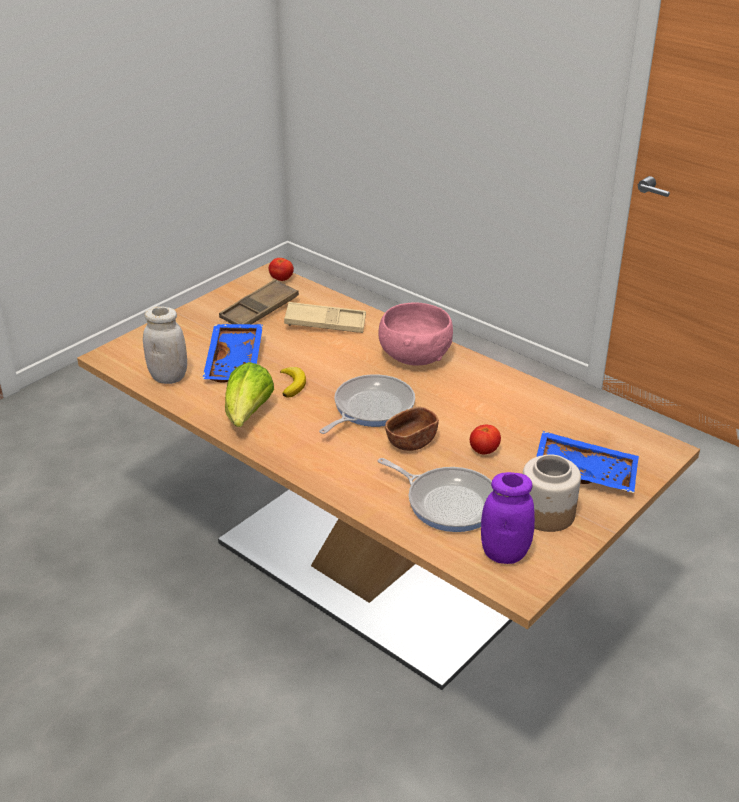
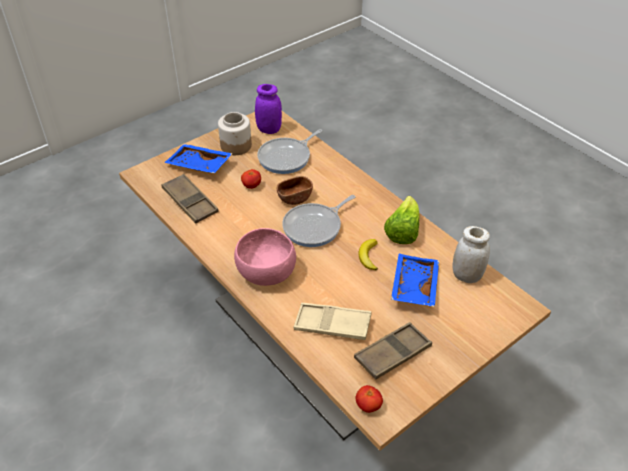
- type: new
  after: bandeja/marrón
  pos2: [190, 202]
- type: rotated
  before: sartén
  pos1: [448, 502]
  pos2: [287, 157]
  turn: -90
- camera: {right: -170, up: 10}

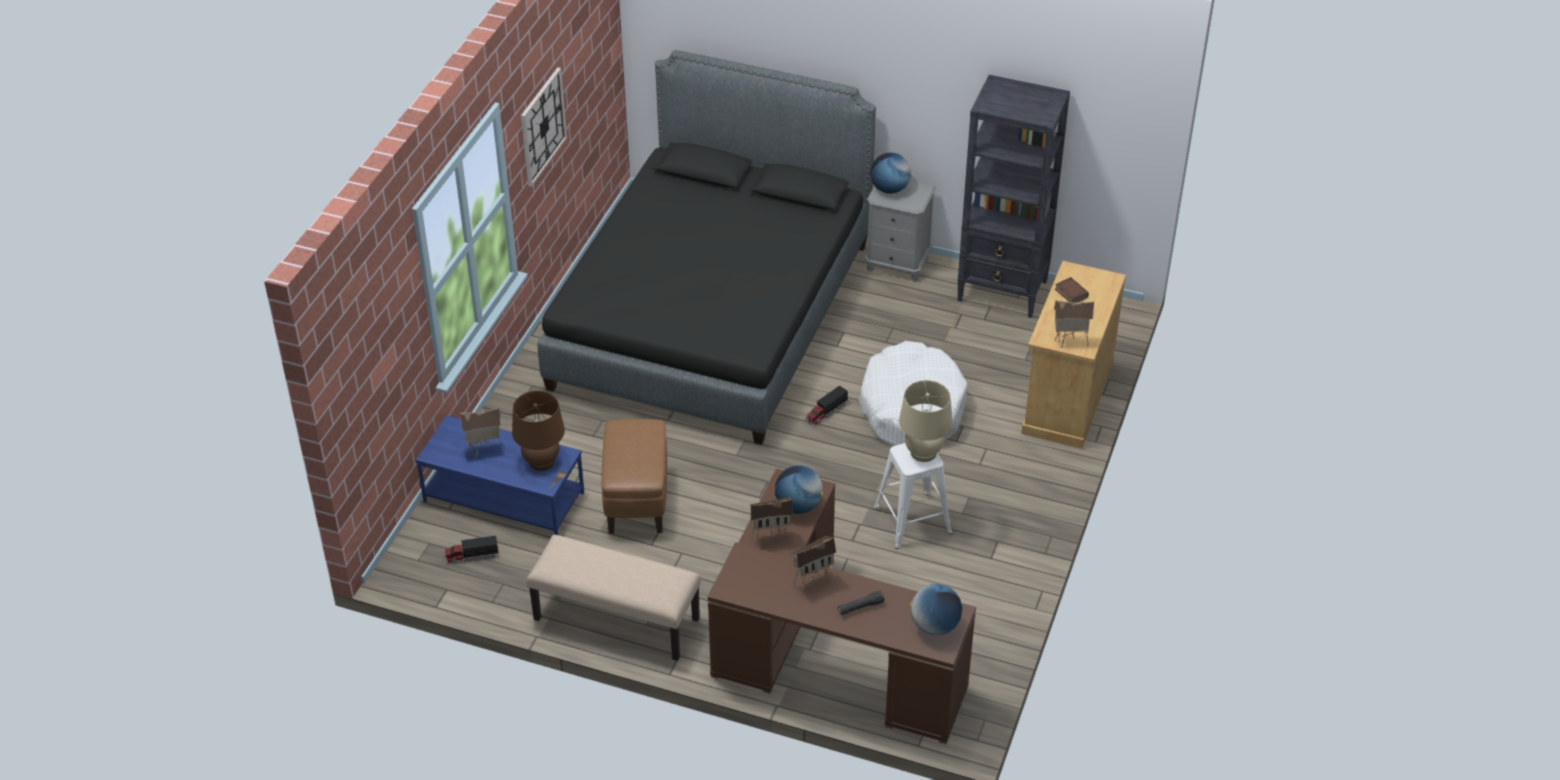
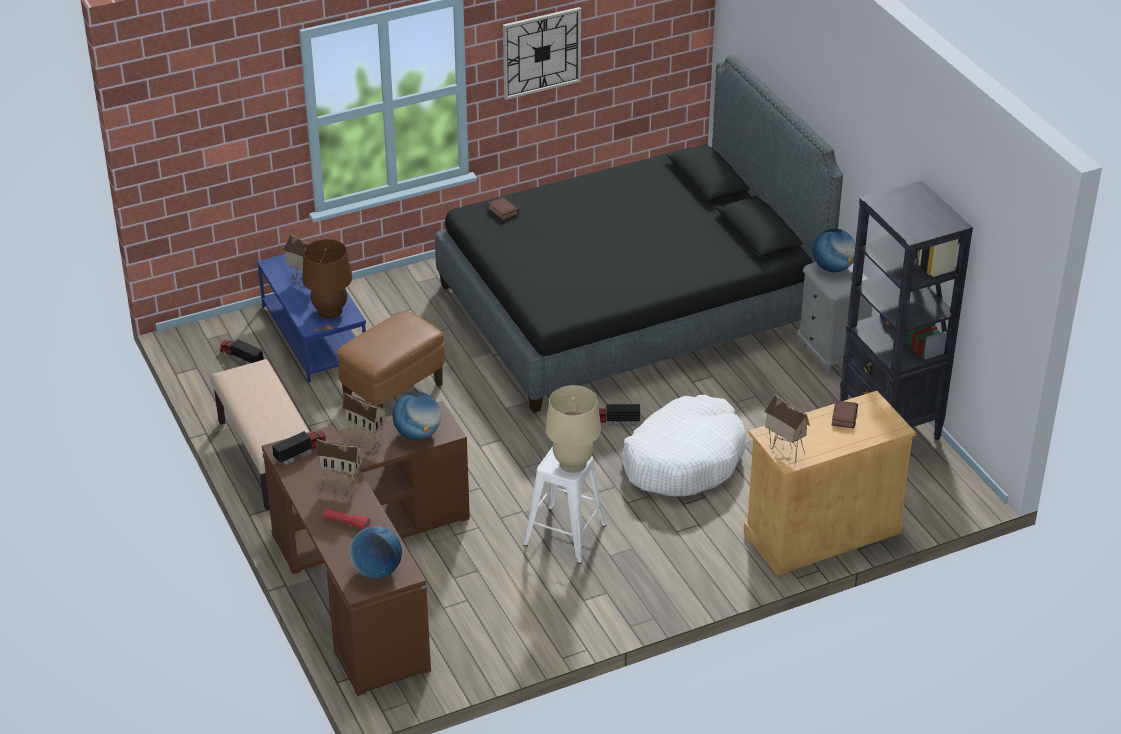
- type: new
  after: camión de juguete
  pos2: [301, 452]
- type: new
  after: libro
  pos2: [502, 211]
- type: repainted
  before: linterna/negro
  after: linterna/rojo
  pos1: [860, 607]
  pos2: [346, 523]
- camera: {right: 45, up: -5}

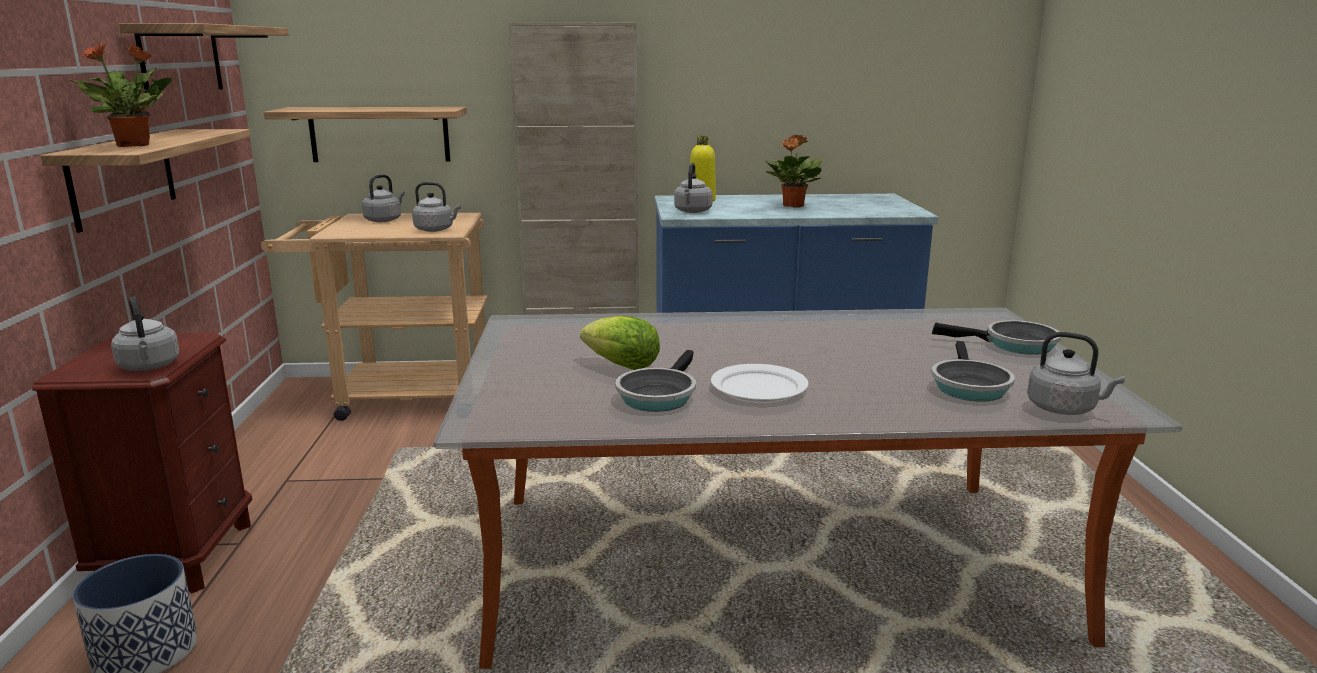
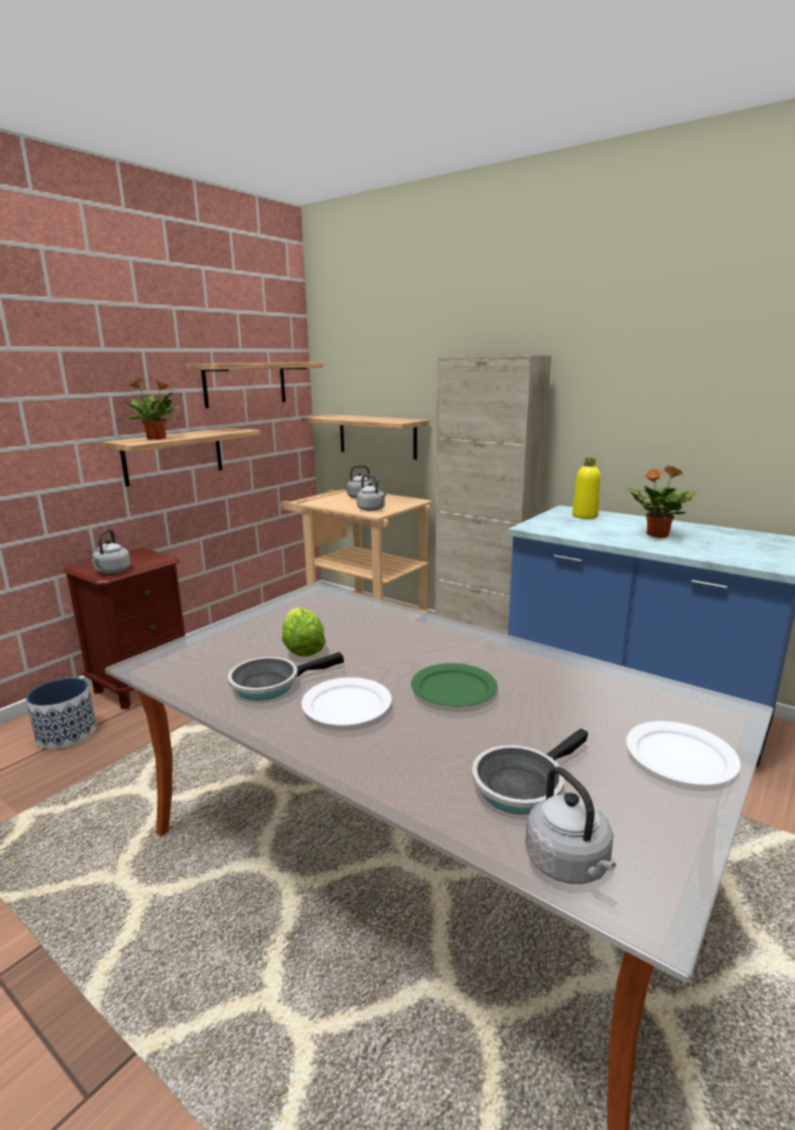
- type: gone
  before: hervidor/gris
  pos1: [692, 211]
- type: new
  after: plato/verde
  pos2: [454, 688]
- type: swapped
  before: sartén
  after: plato/blanco
  pos1: [1014, 345]
  pos2: [680, 757]
- camera: {right: 40, up: 0}

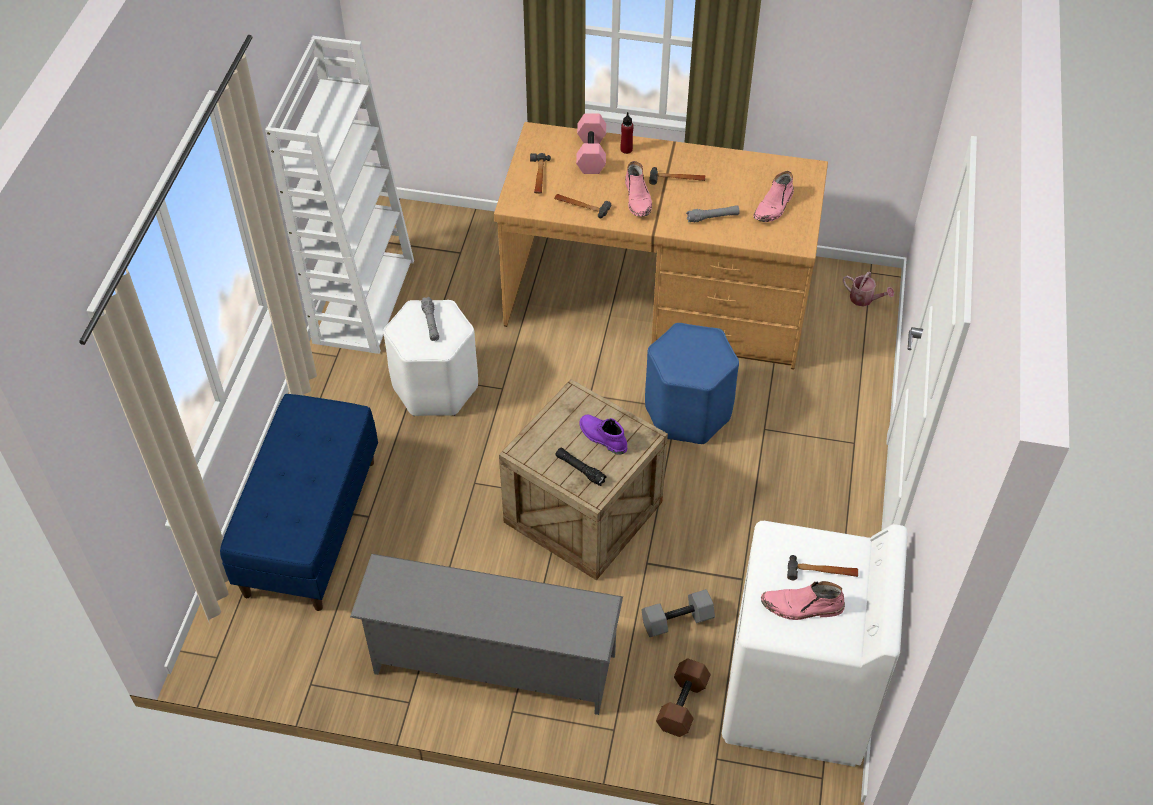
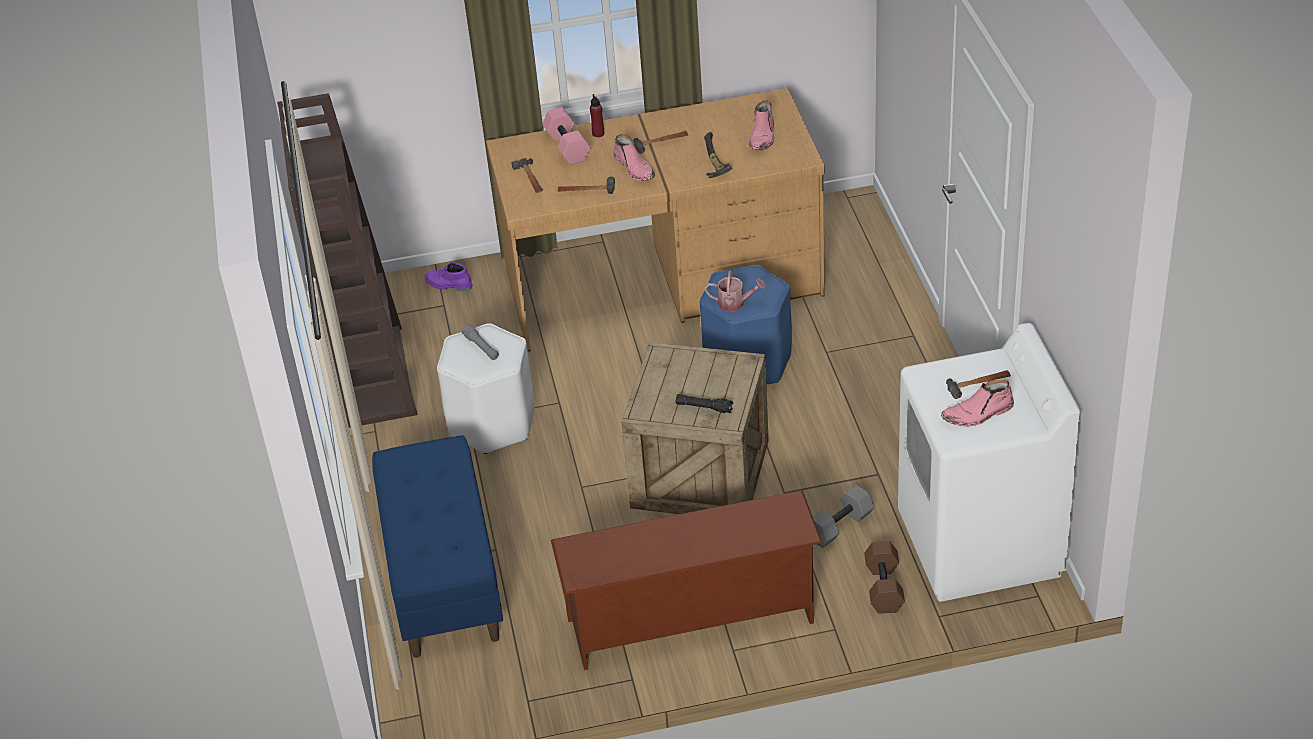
- type: shifted
  before: bota/morado
  pos1: [602, 438]
  pos2: [448, 284]
- type: shifted
  before: regadera
  pos1: [864, 299]
  pos2: [735, 303]
- type: swapped
  before: linterna/gris
  after: martillo
  pos1: [712, 217]
  pos2: [713, 162]
- type: repainted
  before: estantería/blanco
  after: estantería/marrón
  pos1: [363, 300]
  pos2: [371, 375]
- type: repainted
  before: zapatero/gris
  after: zapatero/marrón
  pos1: [491, 665]
  pos2: [691, 622]
- camera: {right: -20, up: -10}

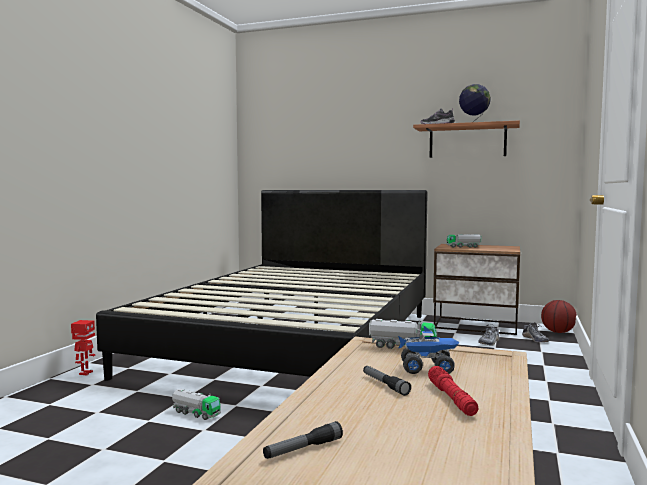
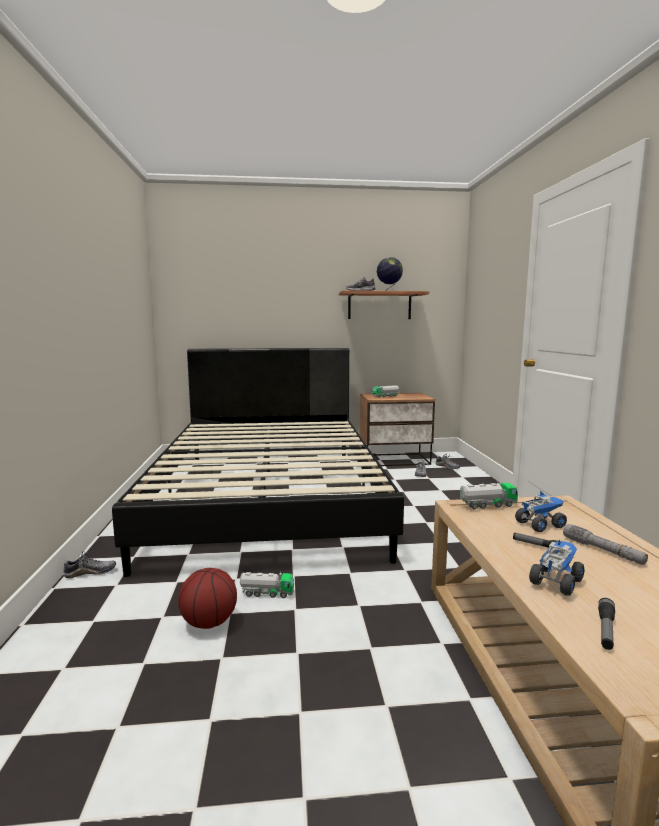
- type: new
  after: camión de juguete
  pos2: [555, 581]
- type: shifted
  before: balón de baloncesto
  pos1: [558, 332]
  pos2: [209, 623]
- type: swapped
  before: robot de juguete
  after: zapato
  pos1: [85, 373]
  pos2: [90, 572]
- type: repainted
  before: linterna/rojo
  after: linterna/gris
  pos1: [451, 399]
  pos2: [602, 551]
- camera: {right: -25, up: 5}

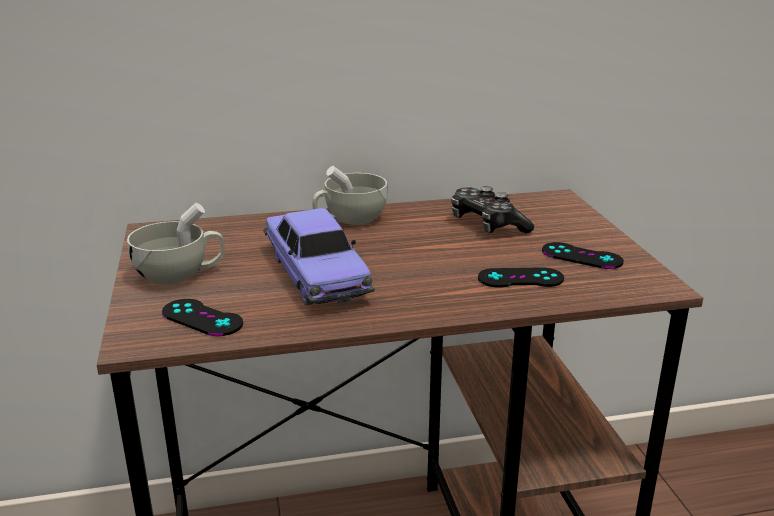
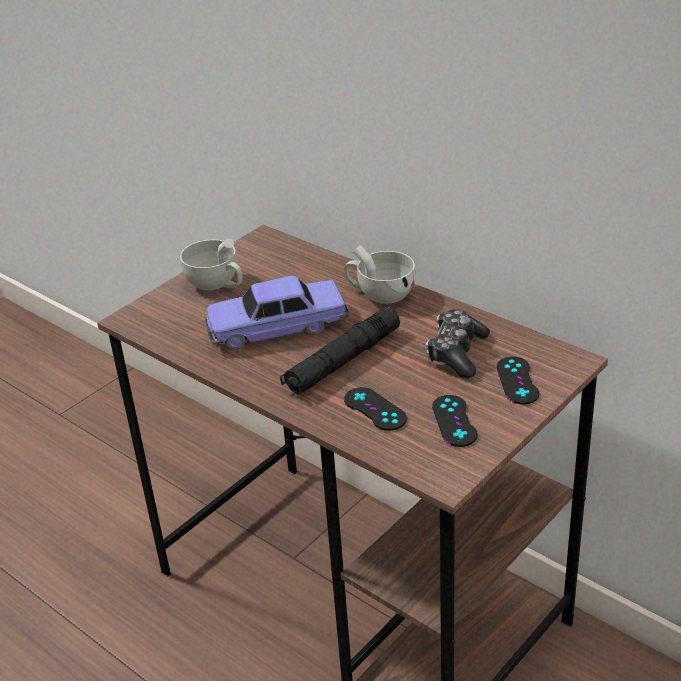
- type: new
  after: linterna/negro
  pos2: [343, 361]
- type: shifted
  before: mando de consola/negro
  pos1: [202, 318]
  pos2: [517, 381]
- type: rotated
  before: coche de juguete
  pos1: [316, 274]
  pos2: [277, 327]
  turn: 45
- camera: {right: 55, up: 10}

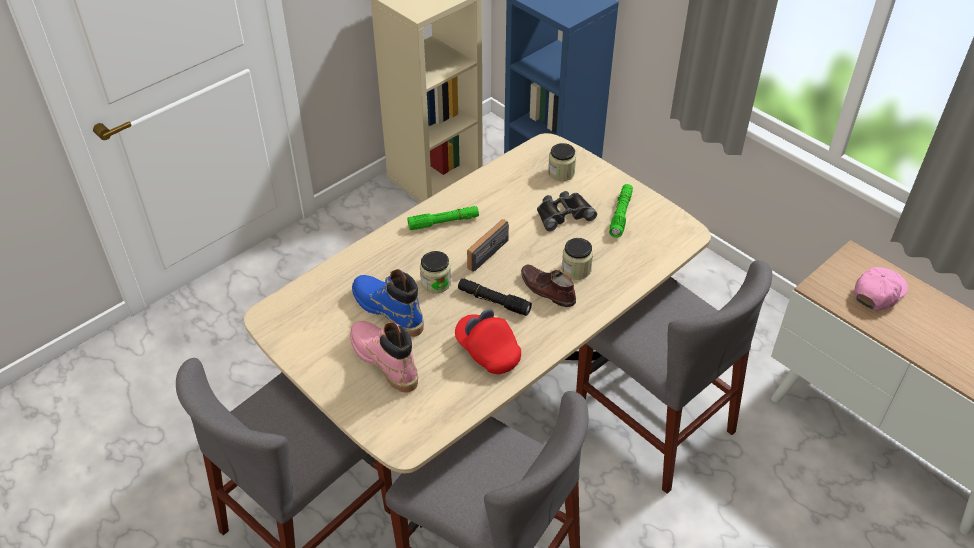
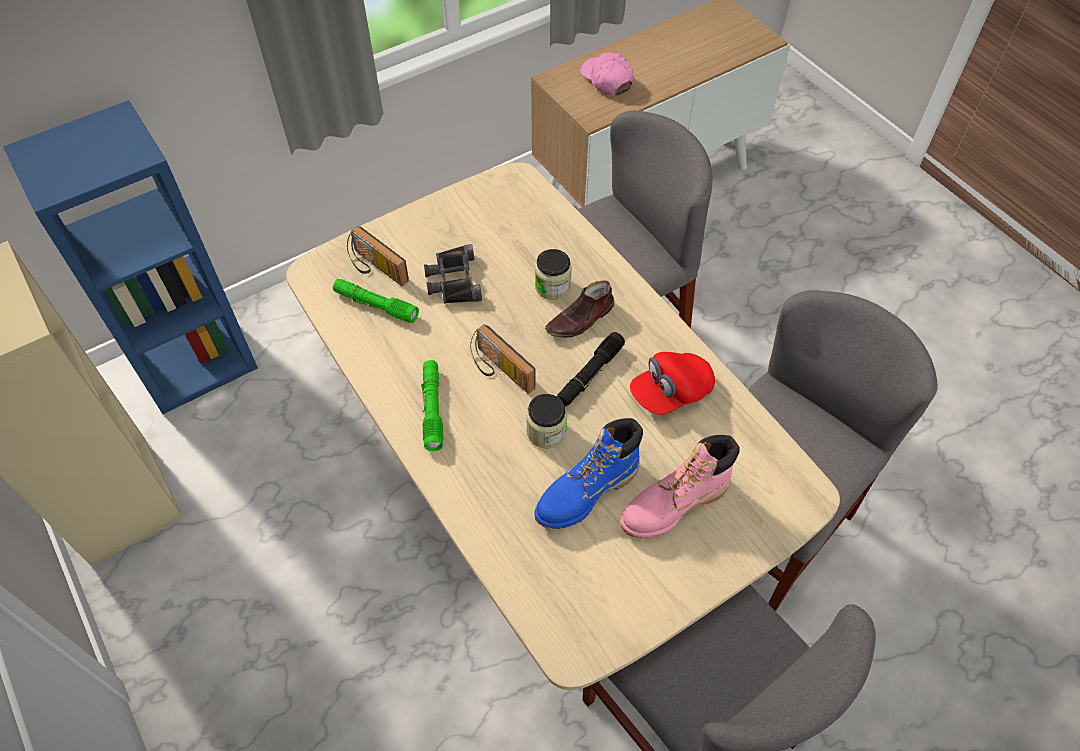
- type: shifted
  before: linterna/verde
  pos1: [621, 214]
  pos2: [376, 305]
- type: swapped
  before: tarro
  after: radio
  pos1: [561, 173]
  pos2: [375, 268]
- camera: {right: -80, up: 10}

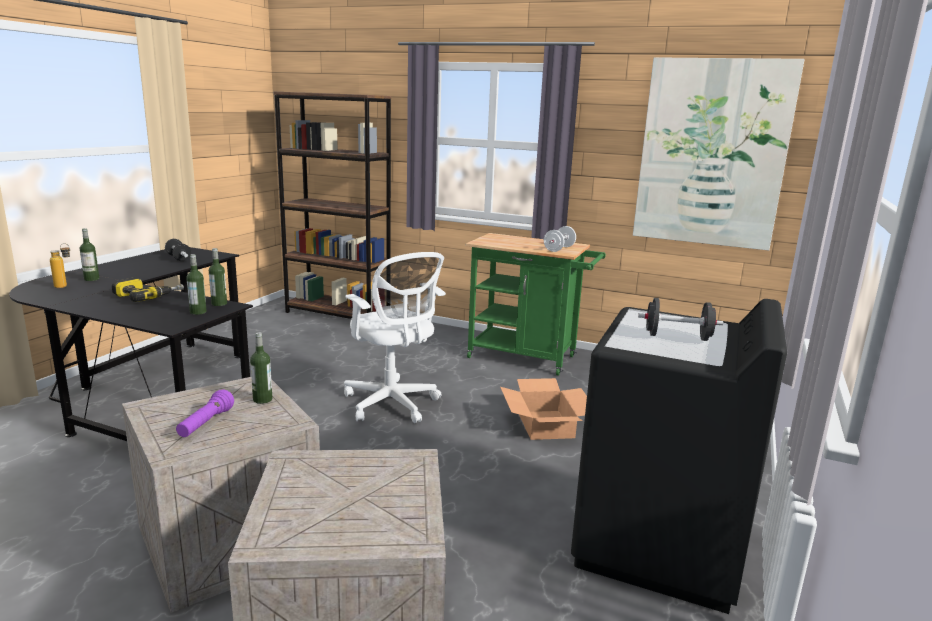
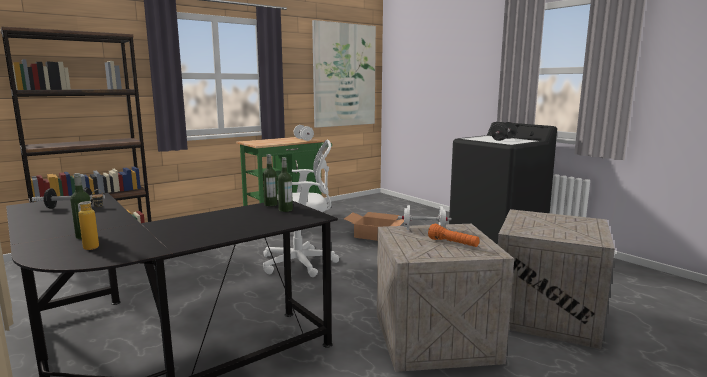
- type: gone
  before: taladro
  pos1: [148, 296]
- type: swapped
  before: botella
  after: mancuerna/blanco
  pos1: [262, 399]
  pos2: [424, 230]
- type: repainted
  before: linterna/morado
  after: linterna/naranja
  pos1: [206, 424]
  pos2: [453, 244]
- camera: {right: -60, up: -5}

